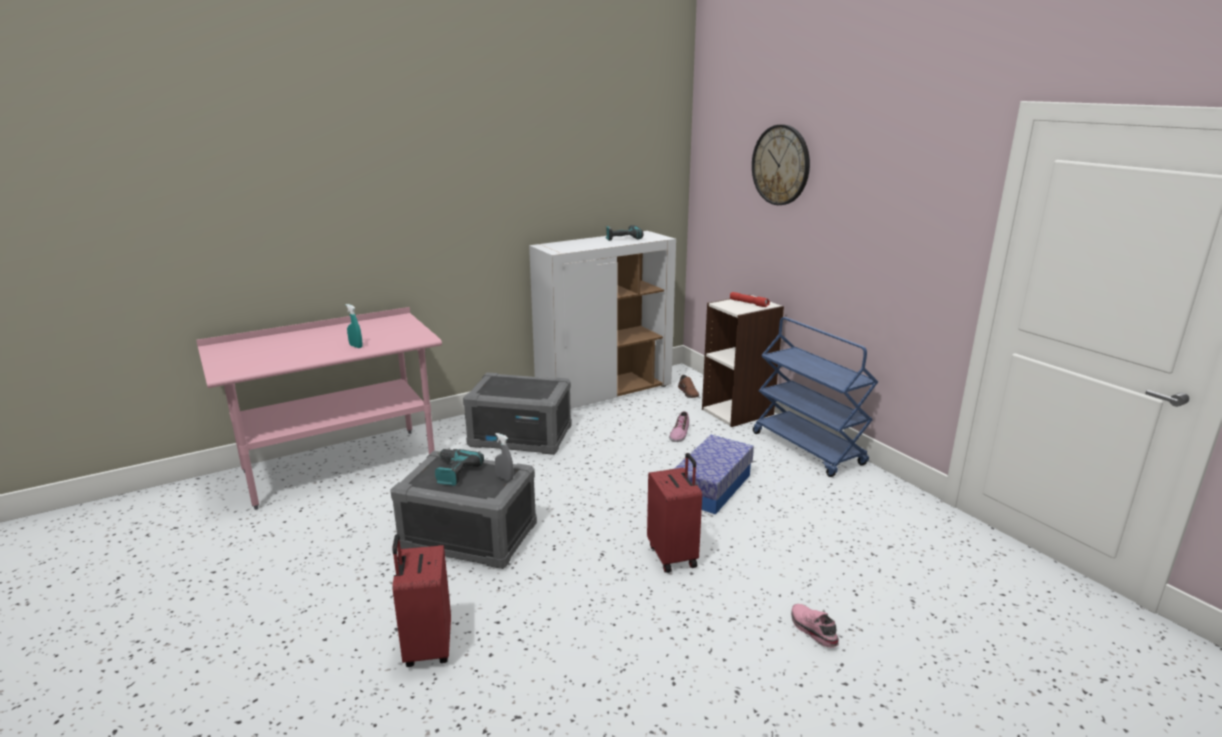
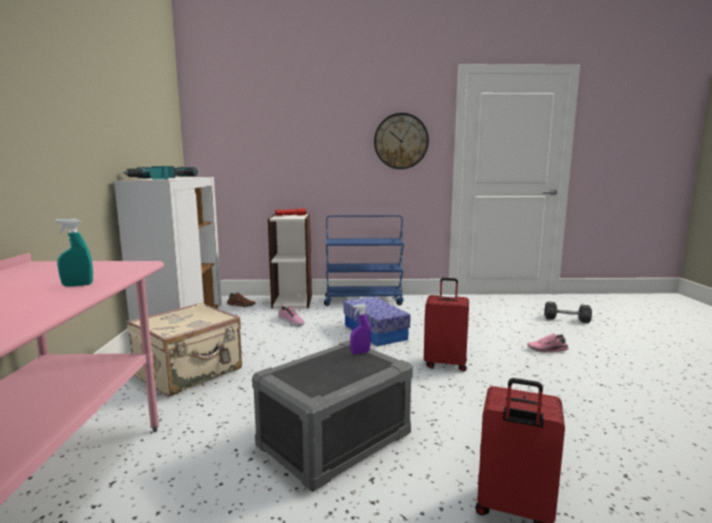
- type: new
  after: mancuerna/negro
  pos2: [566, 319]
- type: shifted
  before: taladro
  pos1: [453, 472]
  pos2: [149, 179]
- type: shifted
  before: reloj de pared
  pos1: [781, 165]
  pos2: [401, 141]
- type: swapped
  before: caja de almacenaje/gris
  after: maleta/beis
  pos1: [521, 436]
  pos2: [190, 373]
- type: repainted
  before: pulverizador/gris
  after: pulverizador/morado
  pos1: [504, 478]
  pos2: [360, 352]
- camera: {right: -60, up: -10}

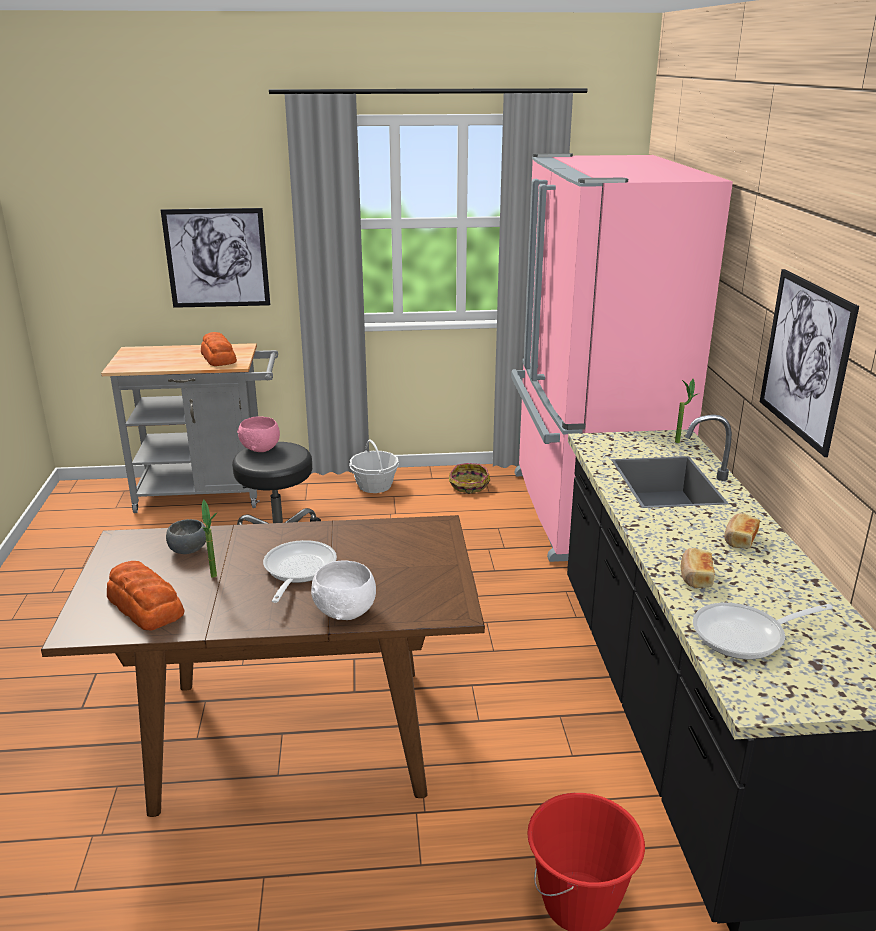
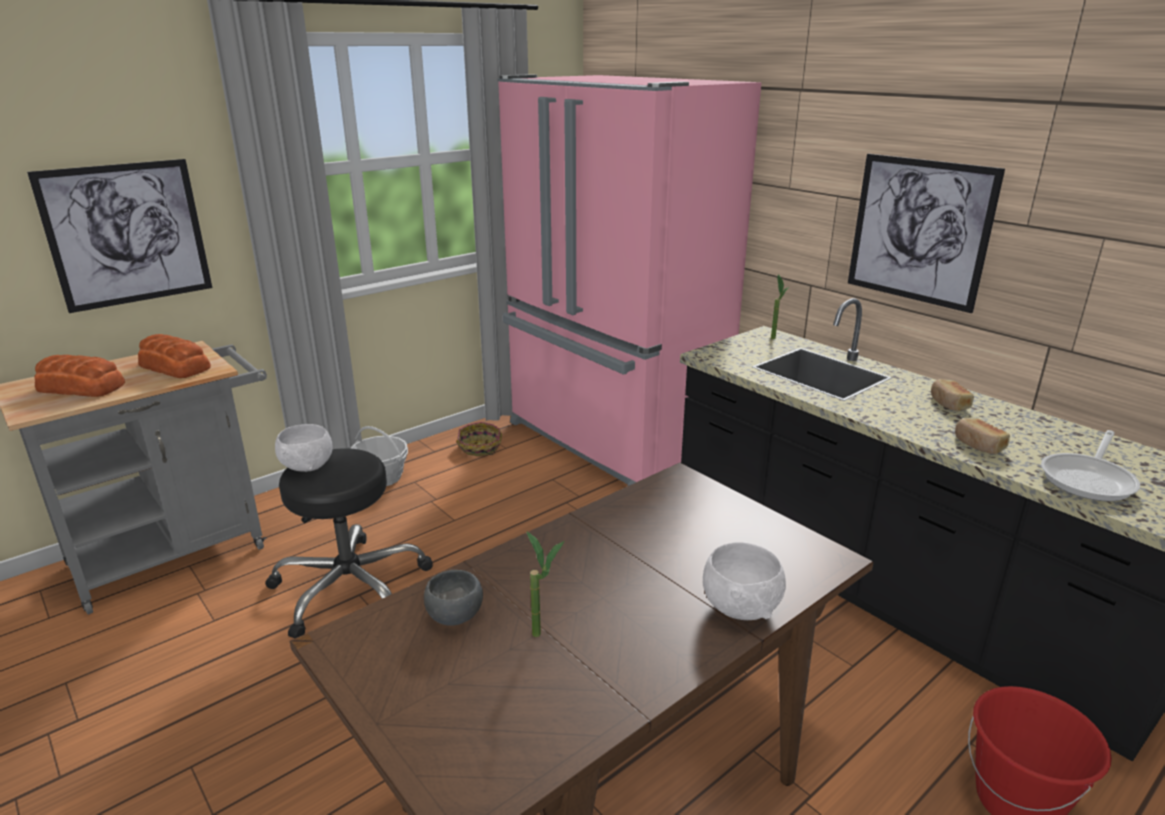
- type: gone
  before: sartén
  pos1: [297, 571]
- type: shifted
  before: pan
  pos1: [145, 605]
  pos2: [80, 387]
- type: repainted
  before: cuenco/rosa
  after: cuenco/blanco
  pos1: [261, 448]
  pos2: [308, 466]
- camera: {right: -35, up: 0}

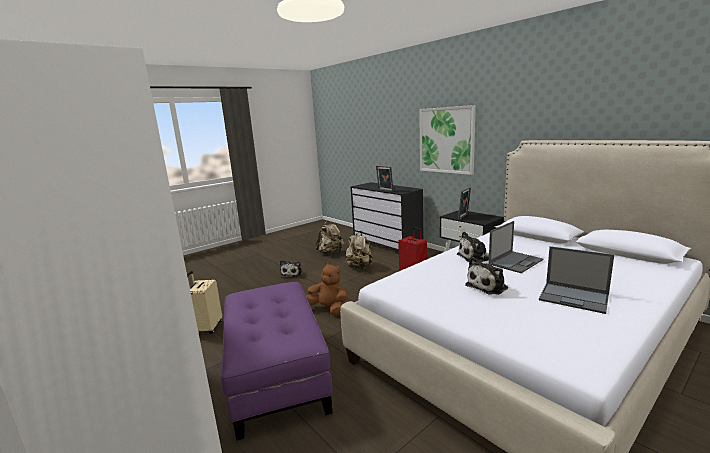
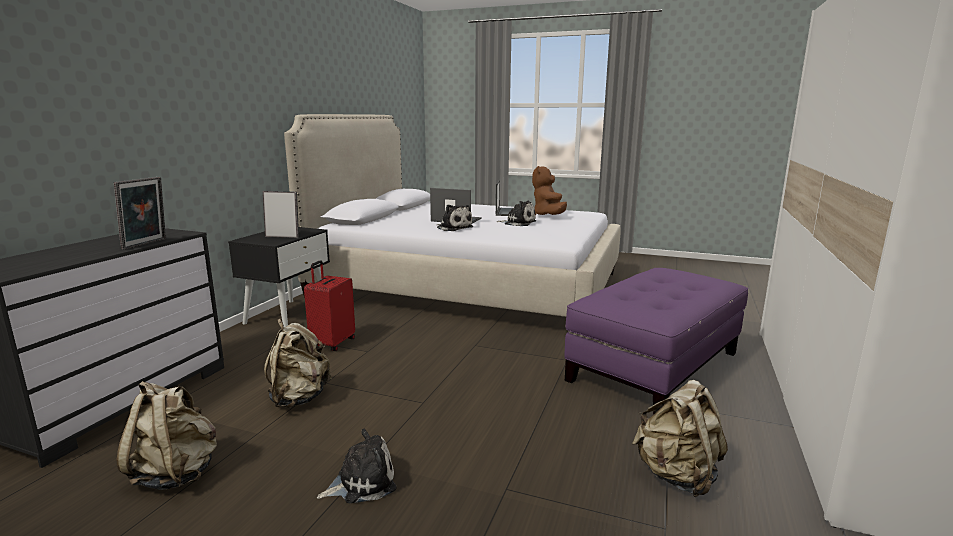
- type: gone
  before: cuadro
  pos1: [446, 140]
- type: shifted
  before: peluche/marrón
  pos1: [329, 309]
  pos2: [548, 216]
- type: swapped
  before: maleta/beis
  after: mochila/beis
  pos1: [207, 328]
  pos2: [677, 475]
- camera: {right: -120, up: 0}

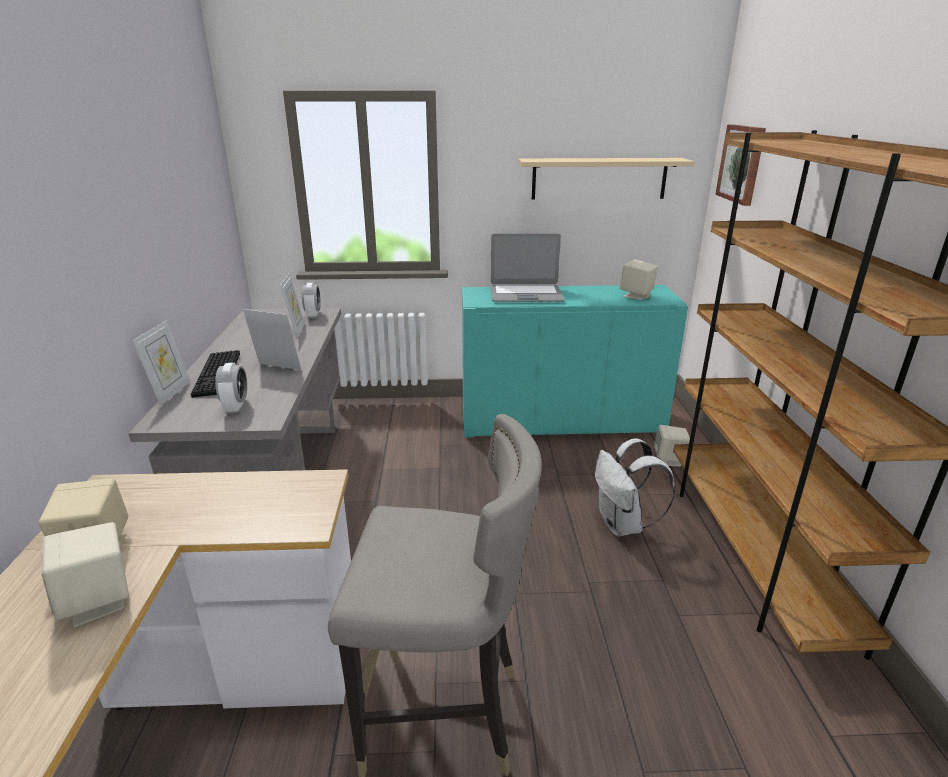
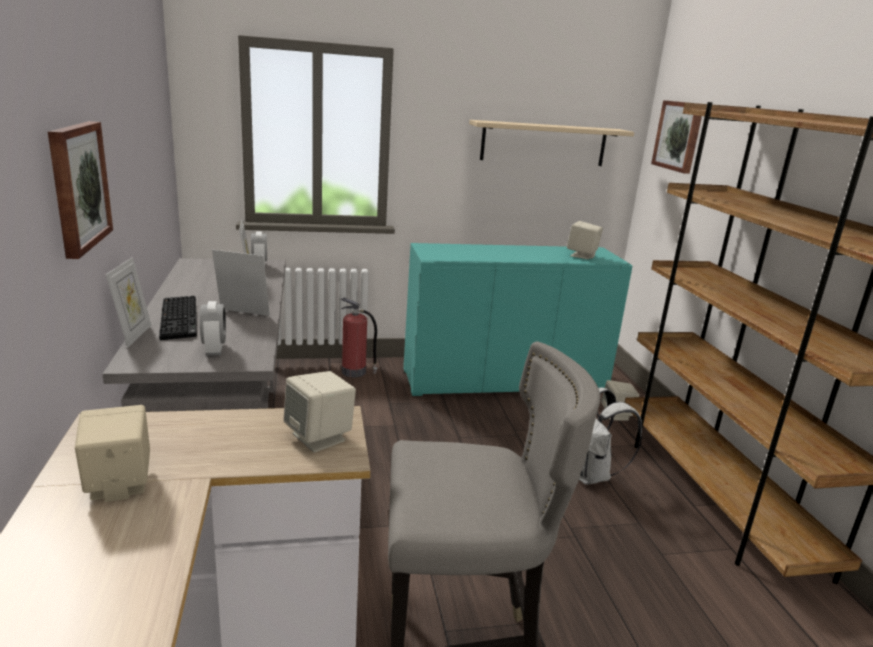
- type: gone
  before: portátil
  pos1: [525, 295]
- type: new
  after: cuadro
  pos2: [78, 186]
- type: new
  after: extintor
  pos2: [355, 372]
- type: shifted
  before: altavoz/beis
  pos1: [99, 601]
  pos2: [319, 437]
- camera: {right: -10, up: -5}

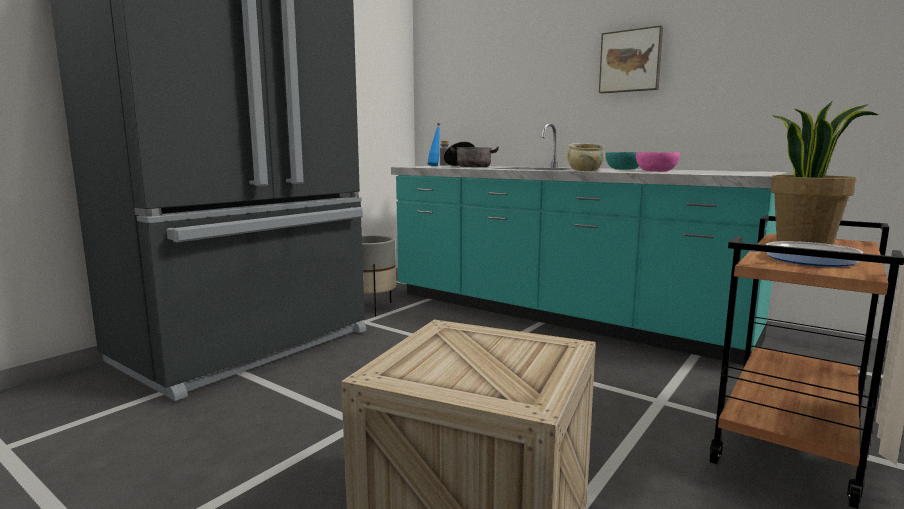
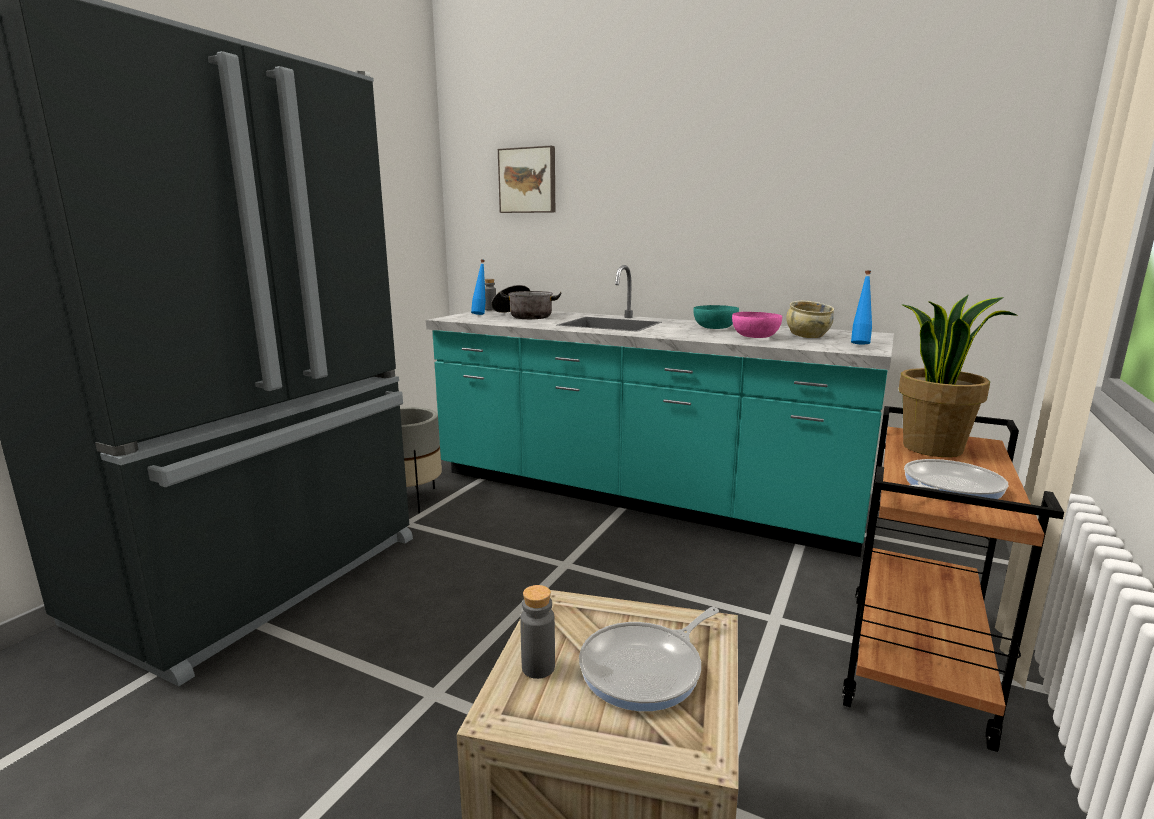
- type: new
  after: botella/gris
  pos2: [538, 667]
- type: new
  after: sartén
  pos2: [646, 669]
- type: new
  after: botella/azul
  pos2: [859, 344]
- type: shifted
  before: cuenco/beis
  pos1: [584, 170]
  pos2: [807, 336]
- type: shifted
  before: cuadro
  pos1: [631, 61]
  pos2: [528, 180]
- camera: {right: -10, up: 5}

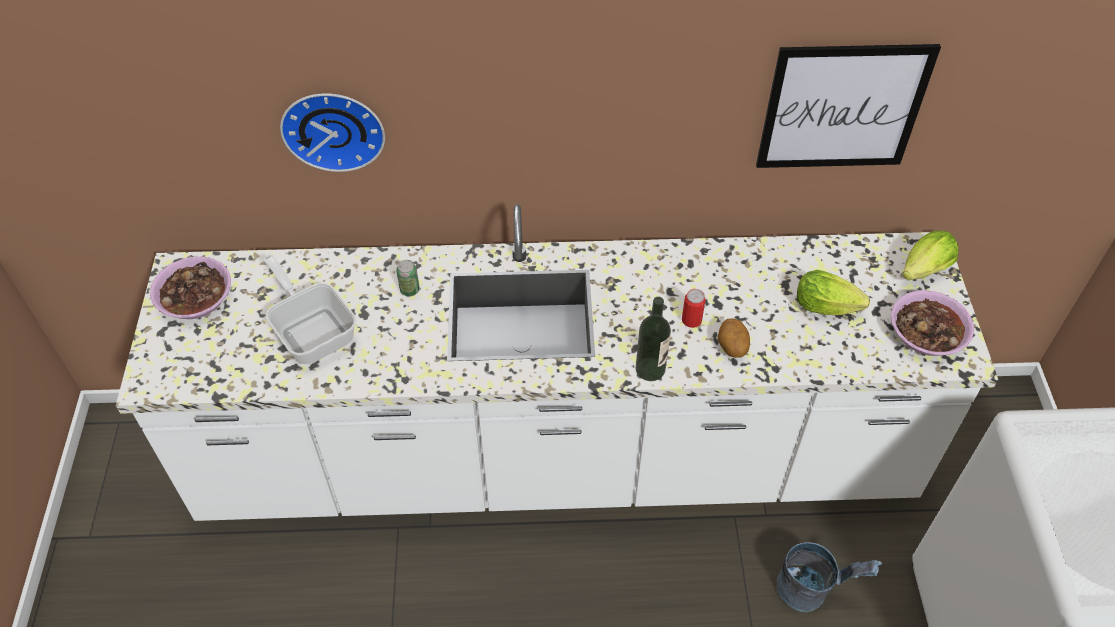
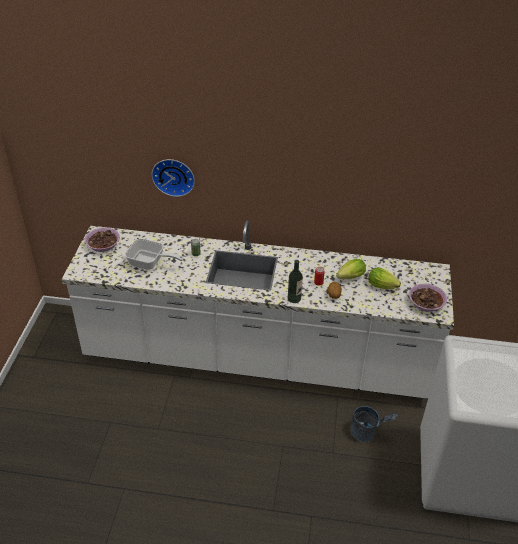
- type: gone
  before: cuadro
  pos1: [842, 107]
- type: shifted
  before: lechuga
  pos1: [922, 272]
  pos2: [349, 278]
- type: rotated
  before: sartén
  pos1: [312, 330]
  pos2: [150, 263]
  turn: 135
- camera: {right: 10, up: -10}

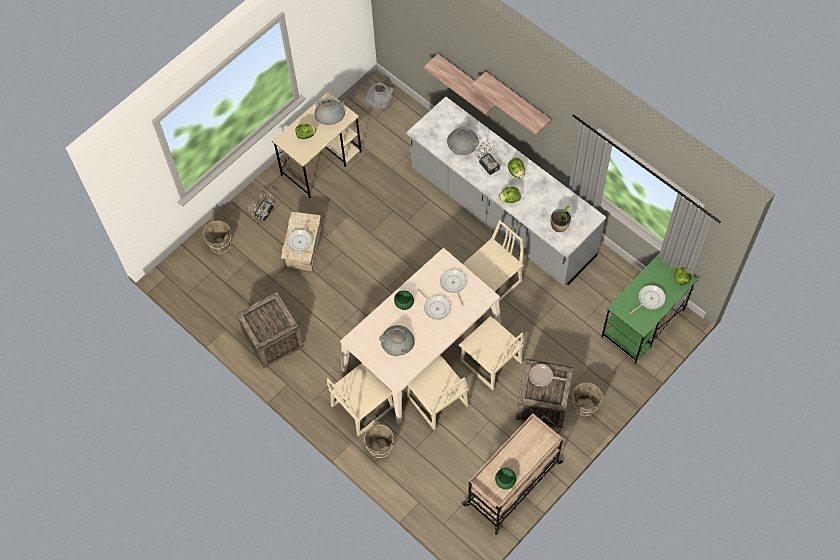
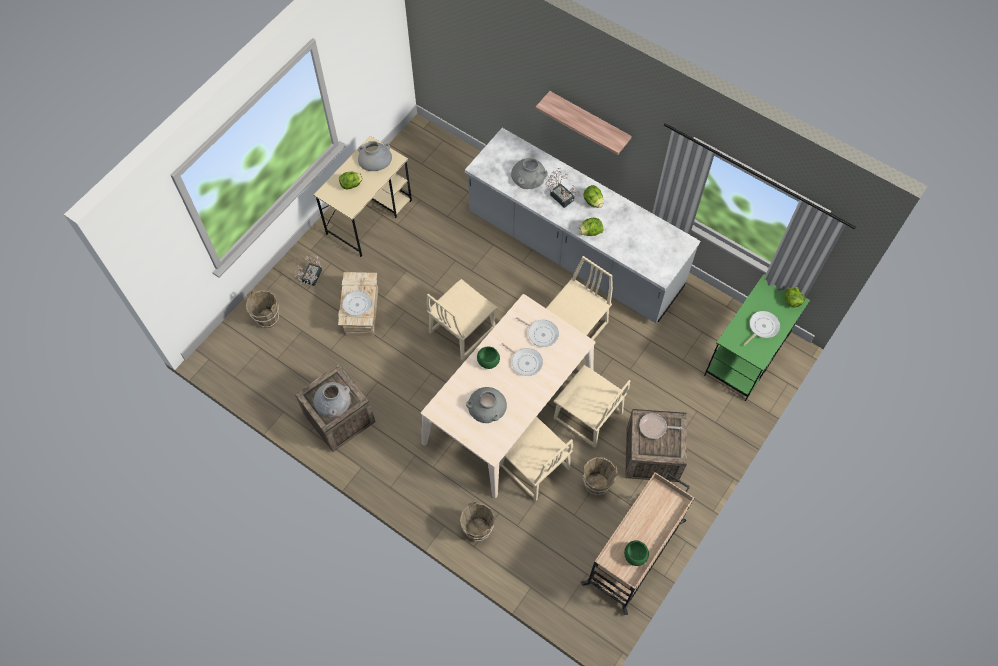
- type: gone
  before: estante
  pos1: [468, 82]
- type: gone
  before: planta en maceta
  pos1: [559, 226]
- type: shifted
  before: silla/beis
  pos1: [362, 406]
  pos2: [461, 330]
- type: shifted
  before: florero/gris
  pos1: [379, 97]
  pos2: [332, 400]
- type: shifted
  before: cubo/marrón
  pos1: [584, 407]
  pos2: [596, 484]
- type: rotated
  before: sartén
  pos1: [453, 284]
  pos2: [541, 333]
  turn: 150
- camera: {right: -10, up: 0}

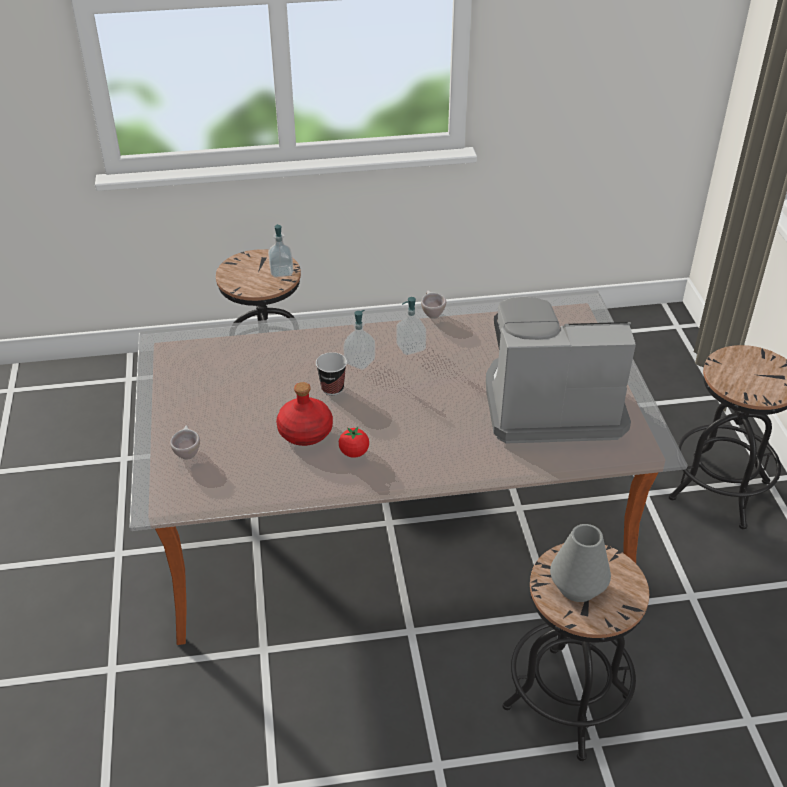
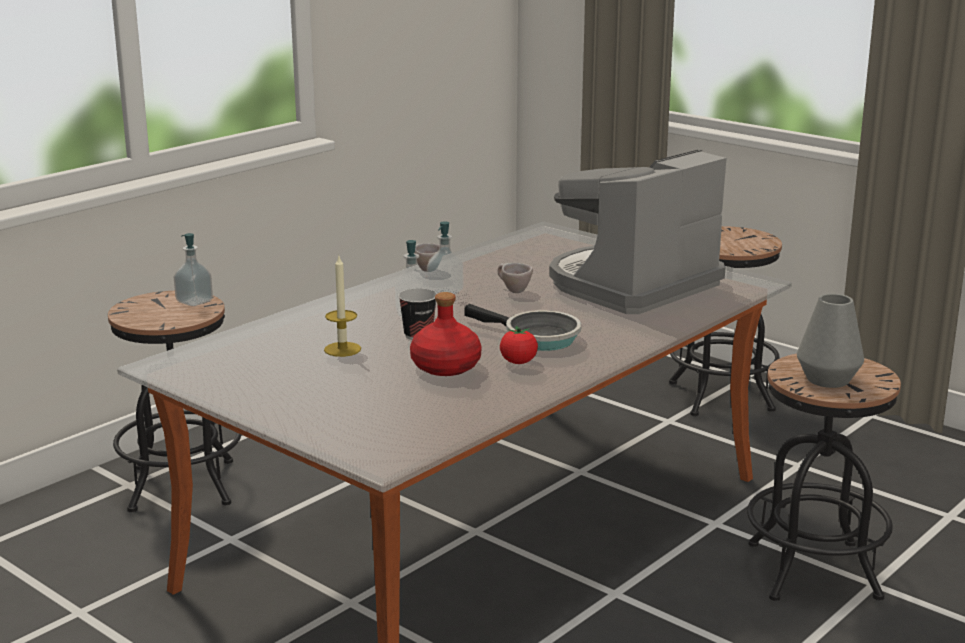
- type: new
  after: vela
  pos2: [342, 349]
- type: new
  after: sartén
  pos2: [536, 338]
- type: shifted
  before: taza/beis
  pos1: [187, 452]
  pos2: [512, 290]
- camera: {right: -40, up: -20}

